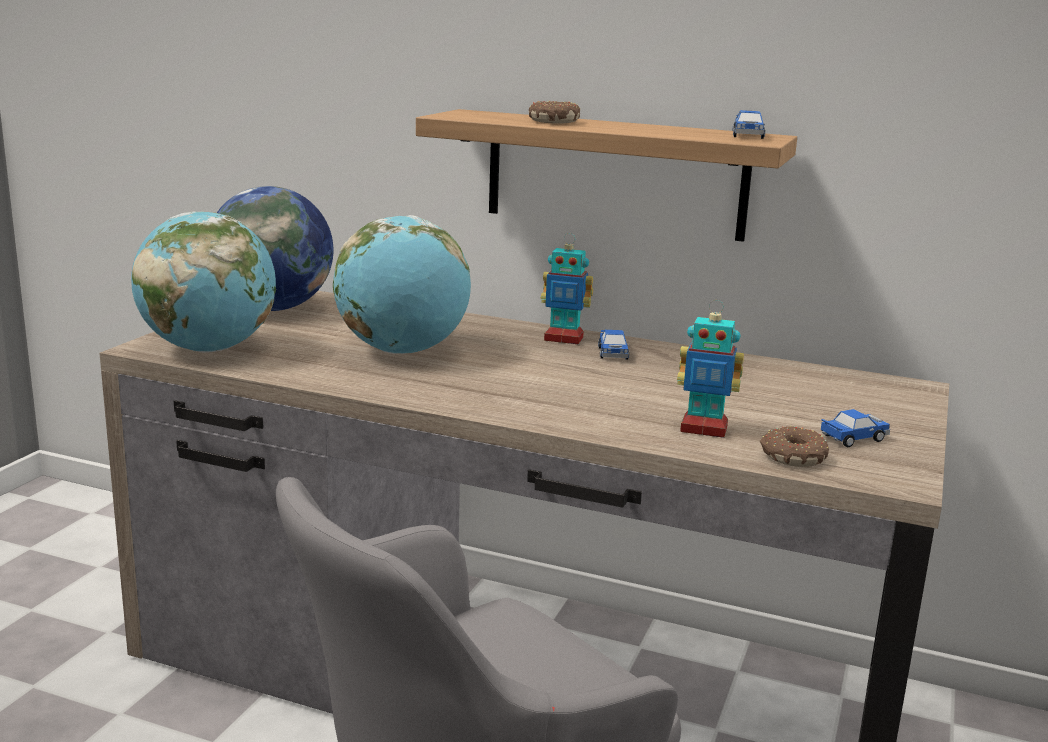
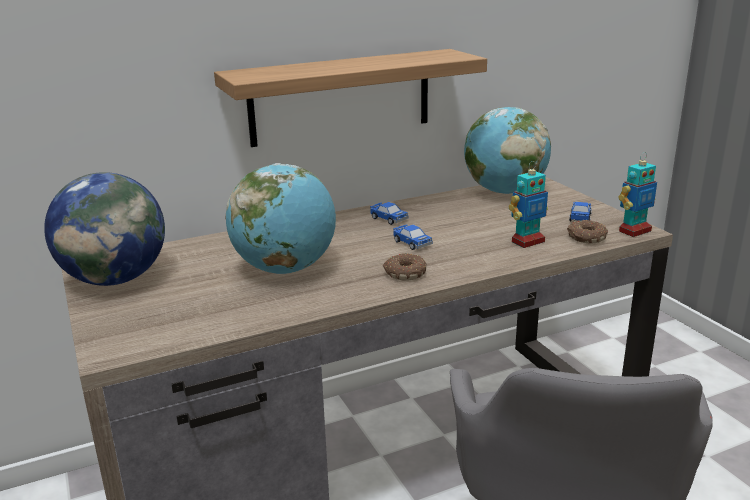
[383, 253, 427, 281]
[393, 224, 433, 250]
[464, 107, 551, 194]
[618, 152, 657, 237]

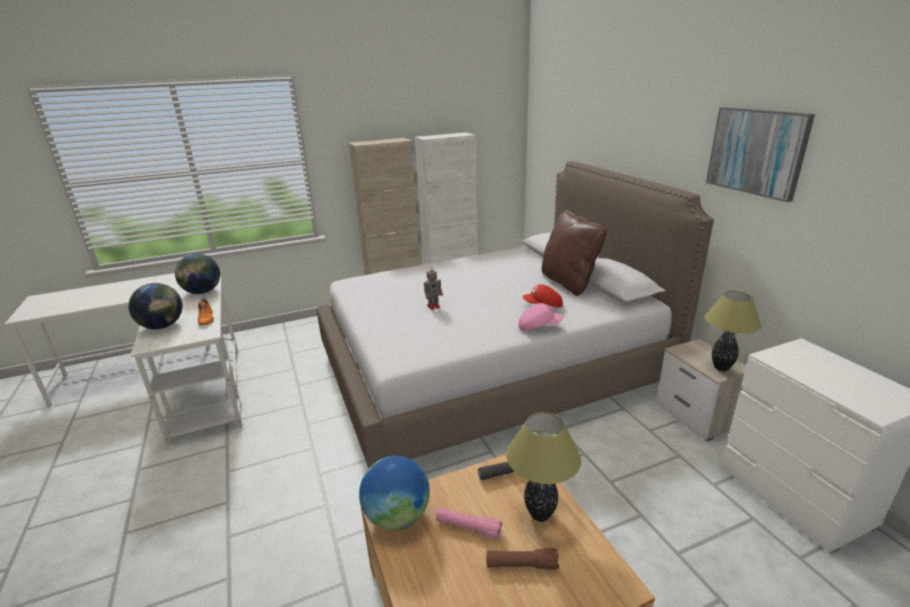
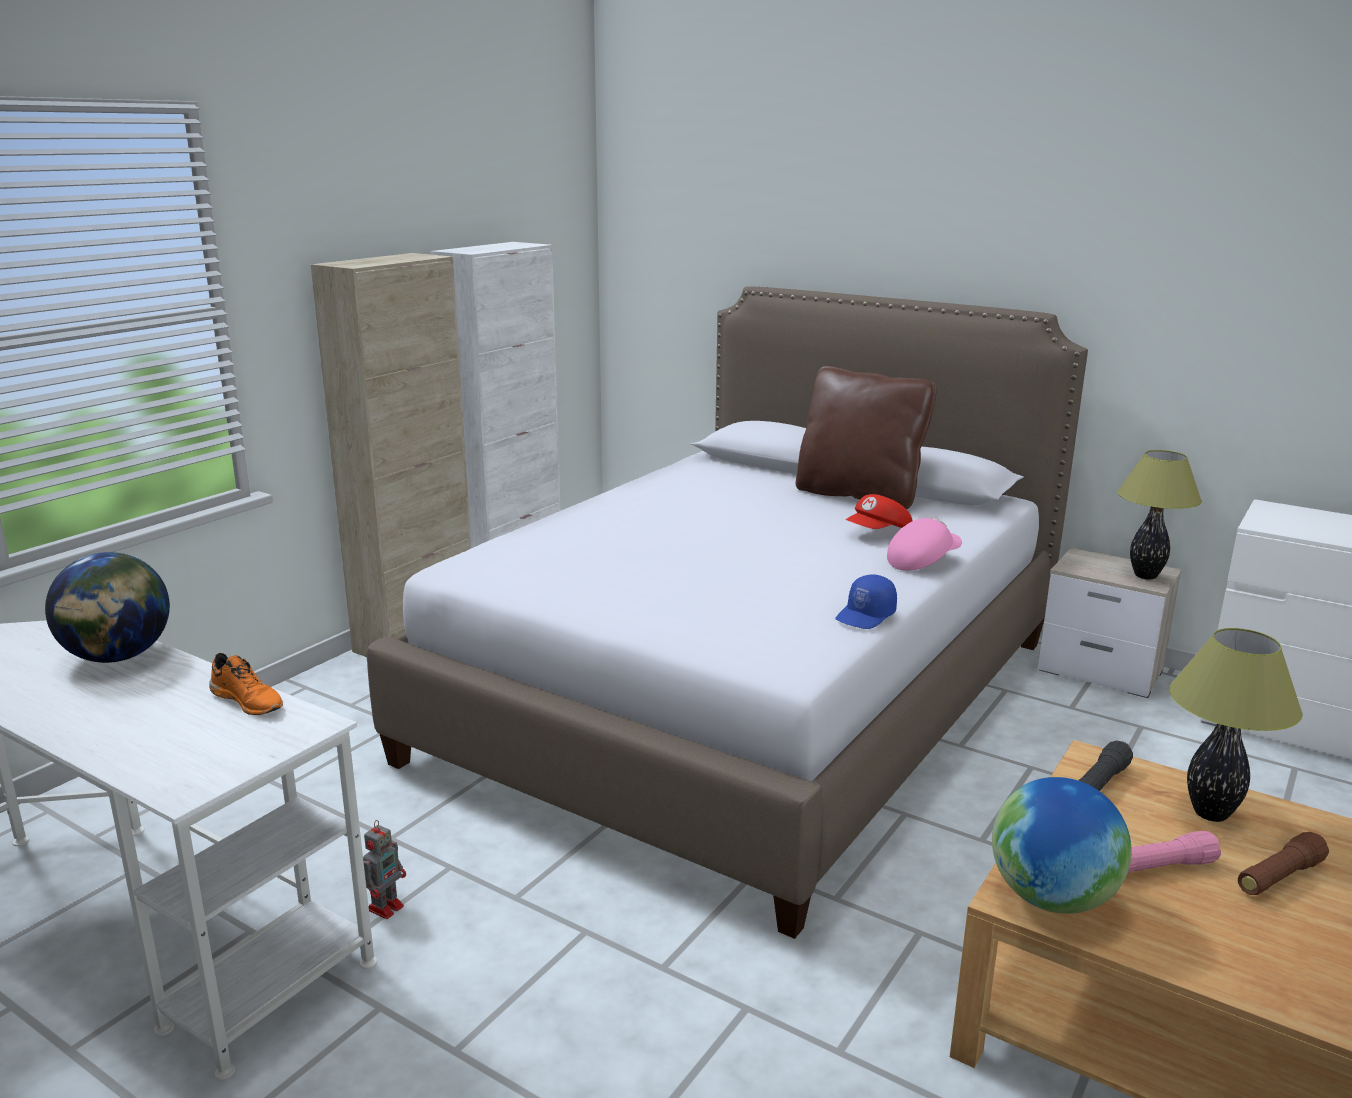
[706, 107, 815, 202] (first image)
[363, 820, 406, 919]
[129, 283, 182, 329] (first image)
[836, 574, 897, 629]

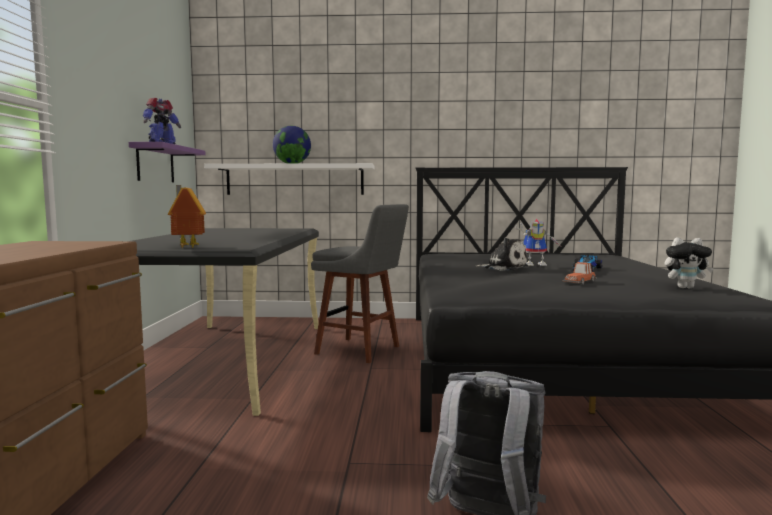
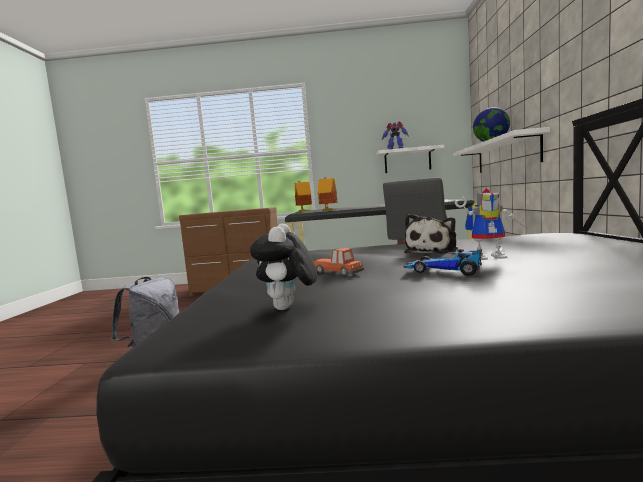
[376, 145, 444, 173]
[455, 188, 526, 260]
[318, 177, 337, 211]

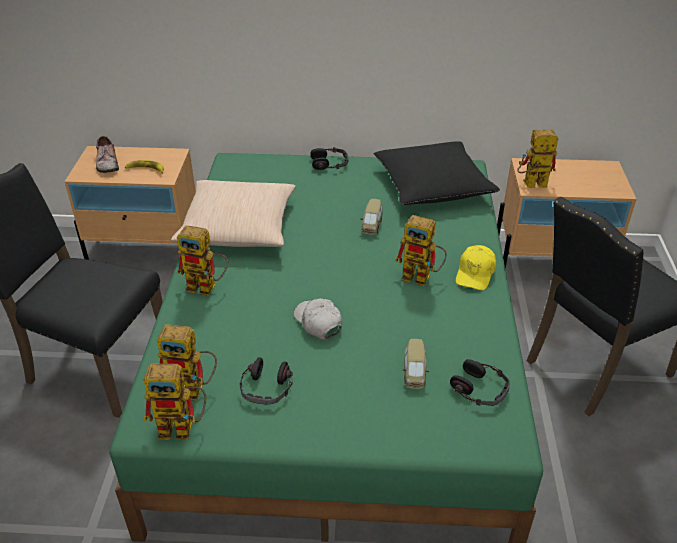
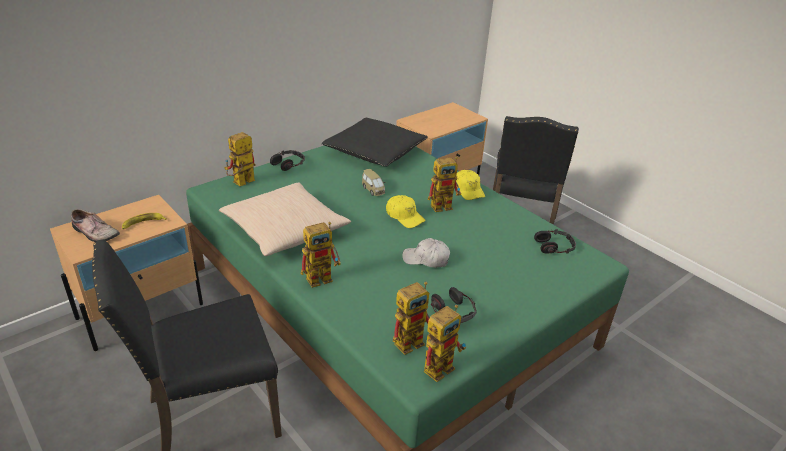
[224, 132, 256, 186]
[403, 339, 429, 389] (first image)
[386, 195, 426, 228]

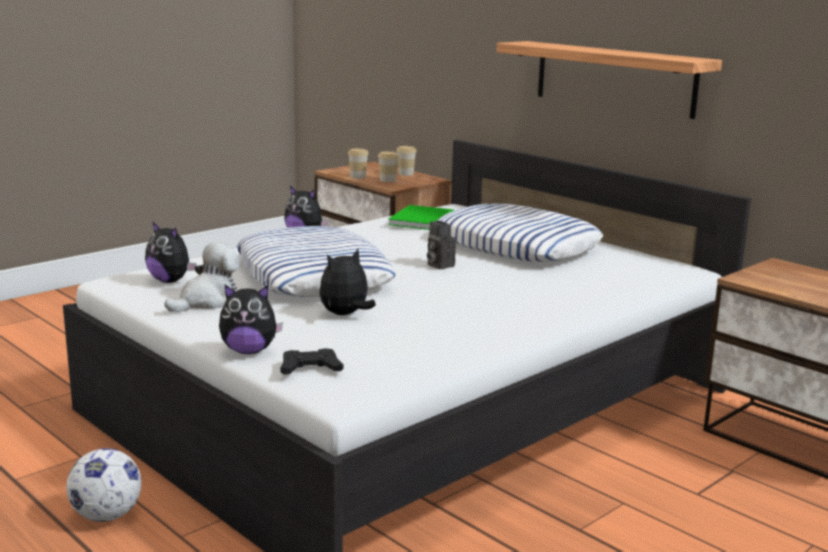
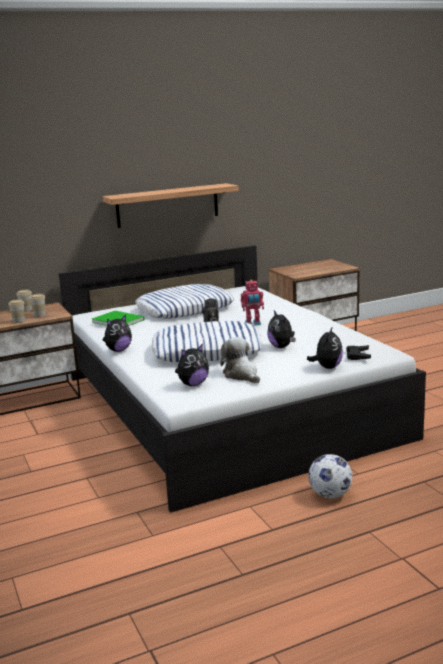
[240, 280, 264, 325]

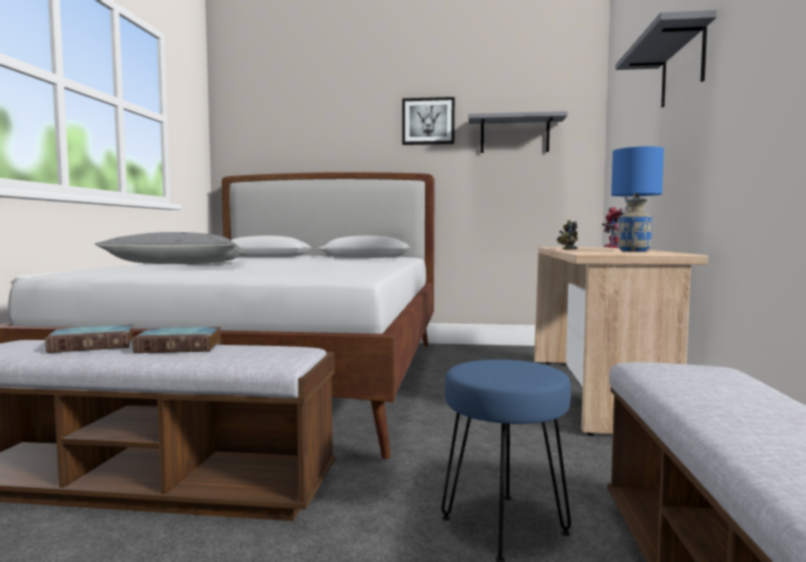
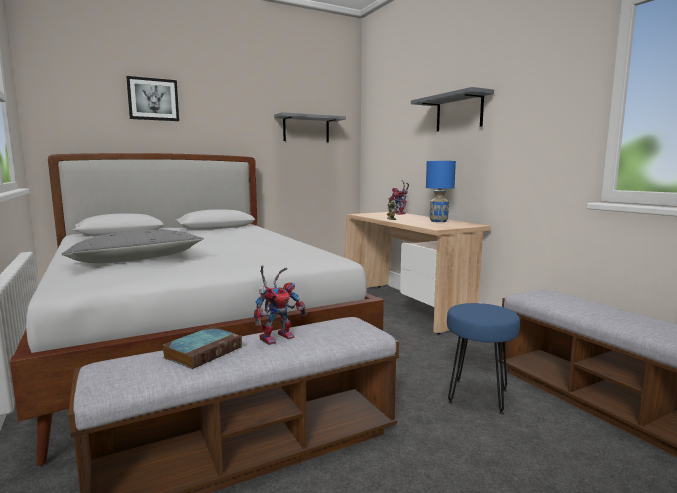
[126, 76, 179, 121]
[254, 265, 307, 345]

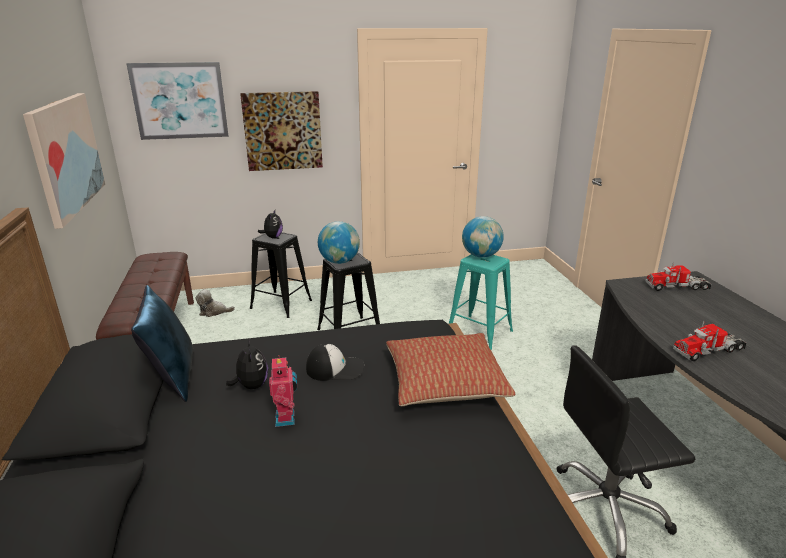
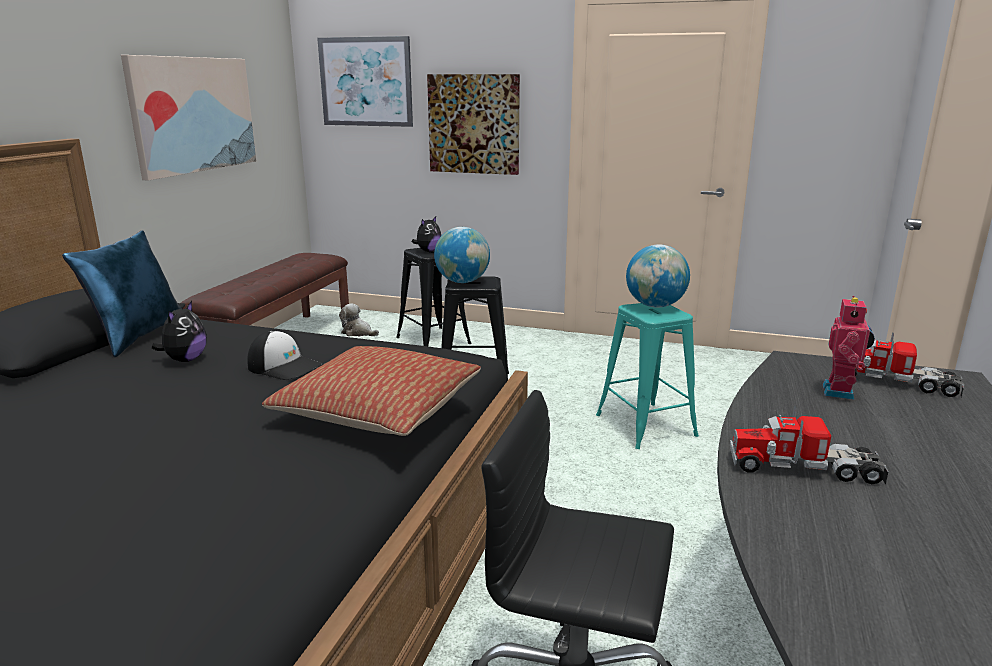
[823, 296, 875, 400]

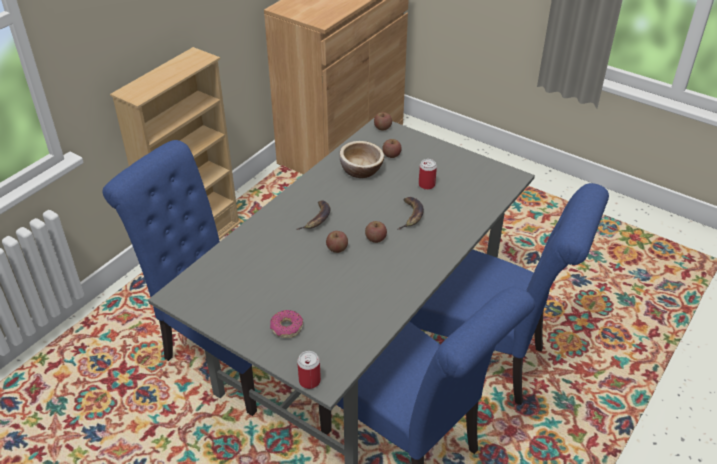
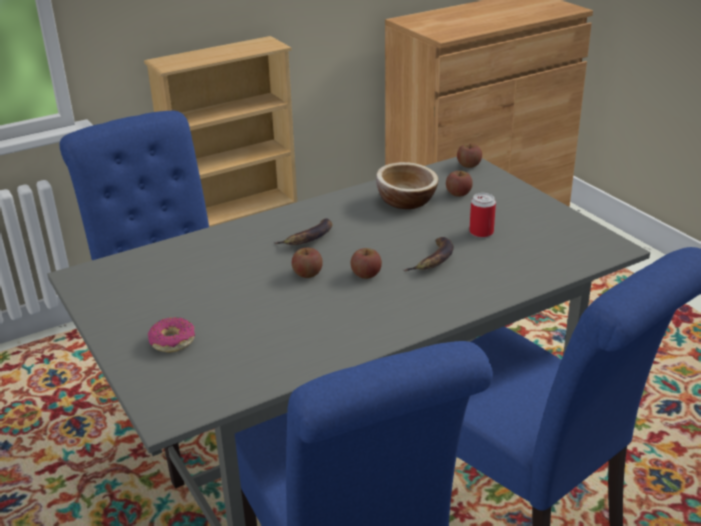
[297, 351, 321, 389] (first image)

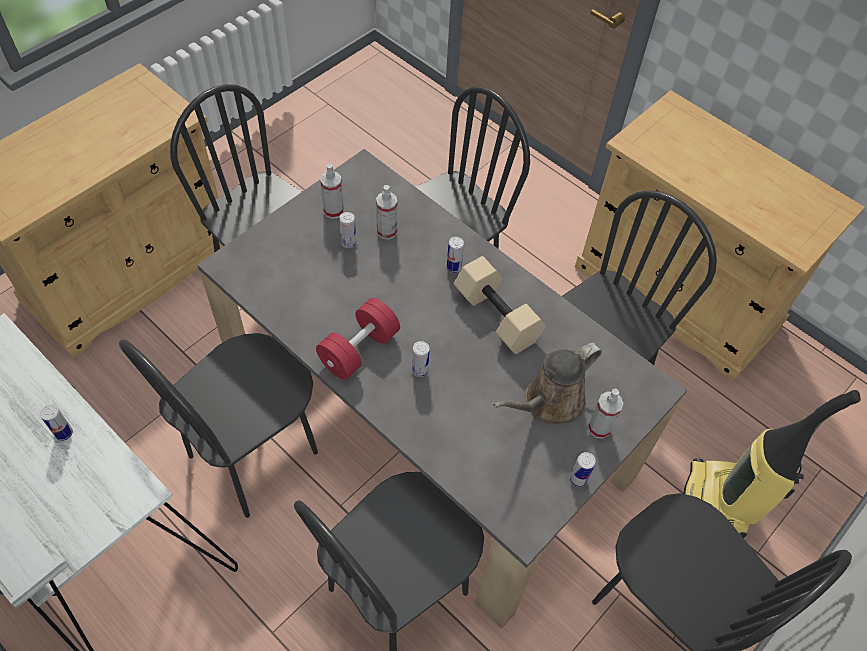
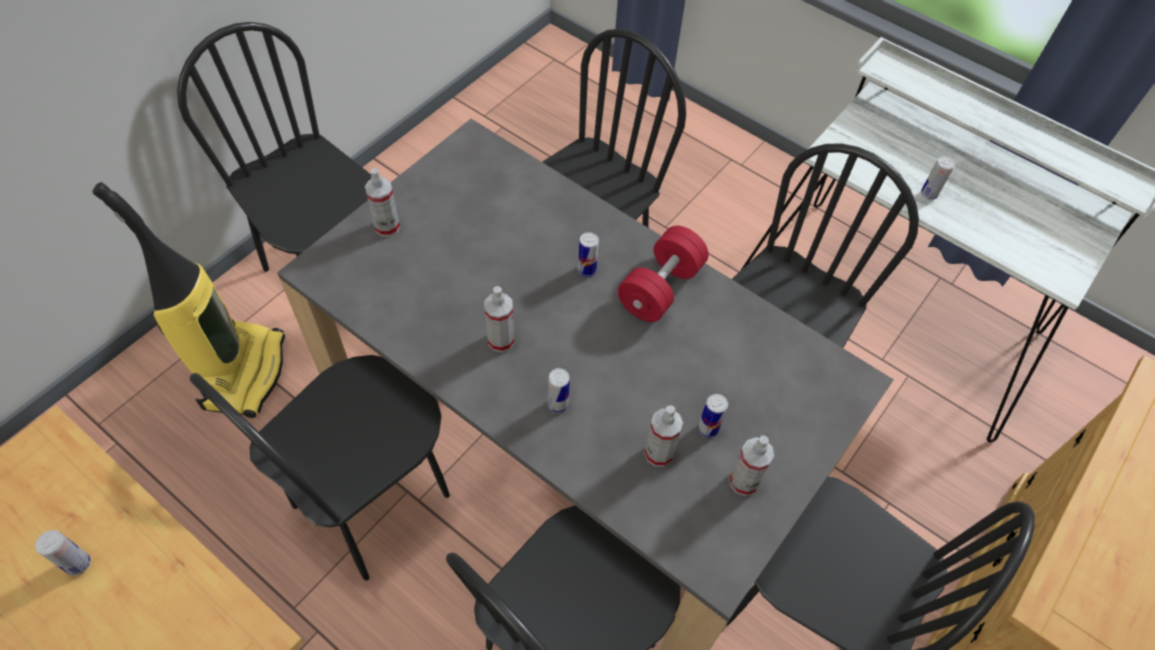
[484, 286, 514, 352]
[493, 343, 602, 424] (first image)
[35, 530, 91, 576]

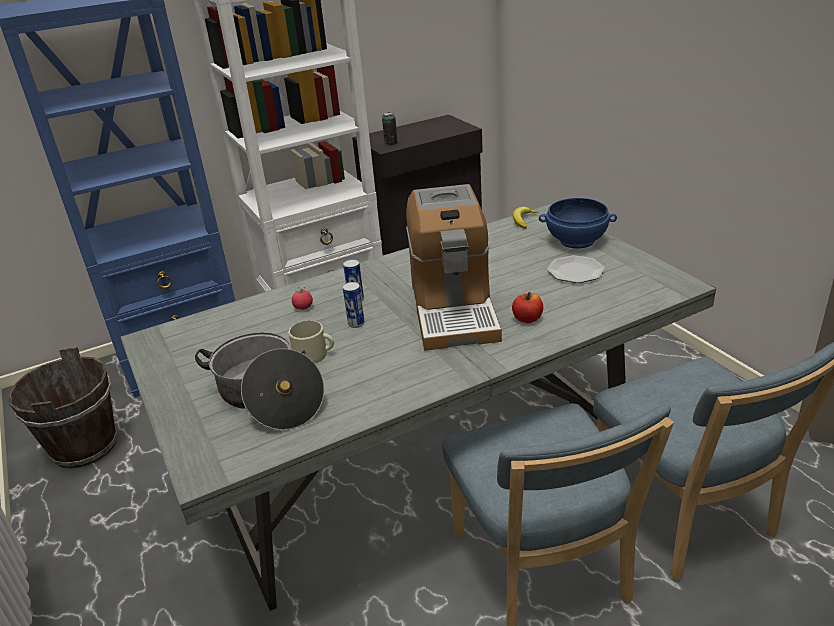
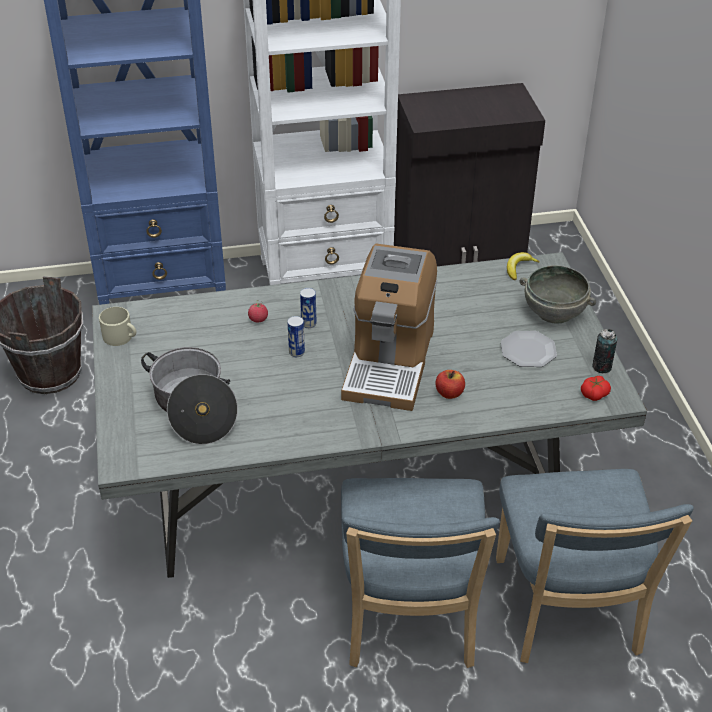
[592, 329, 617, 373]
[520, 265, 596, 323]
[99, 307, 136, 346]
[581, 376, 611, 401]

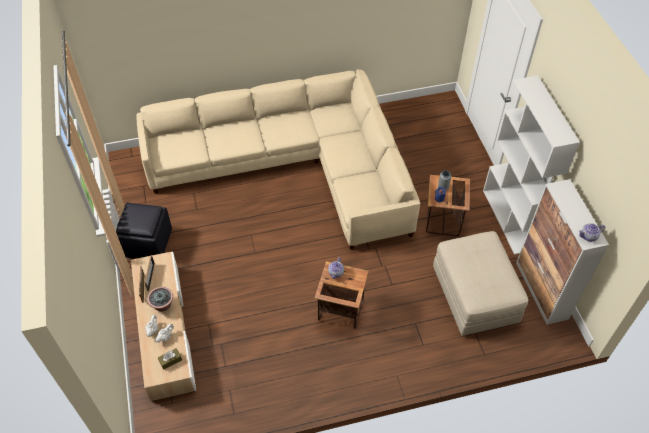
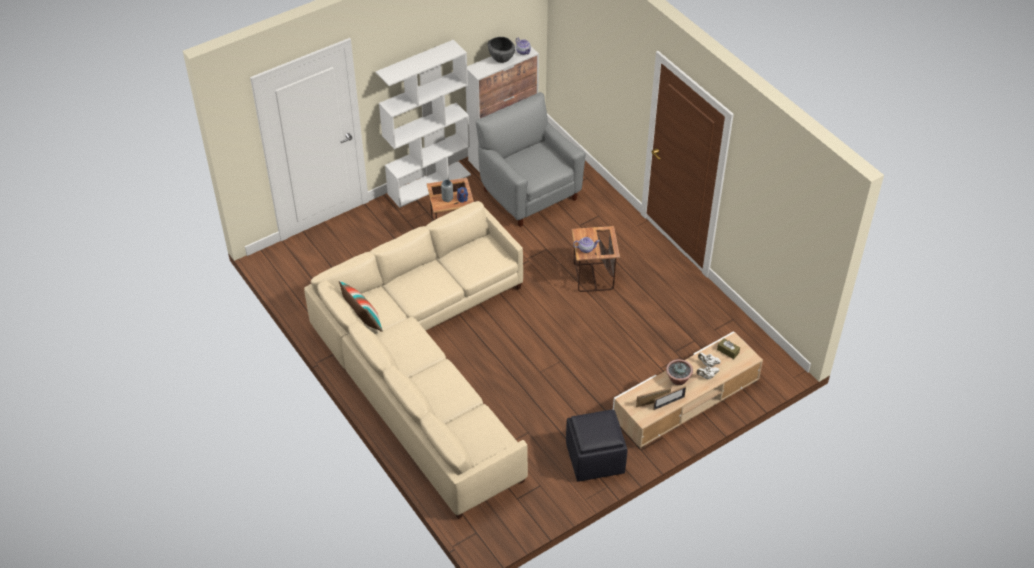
[476, 92, 586, 227]
[487, 37, 515, 63]
[339, 280, 383, 332]

